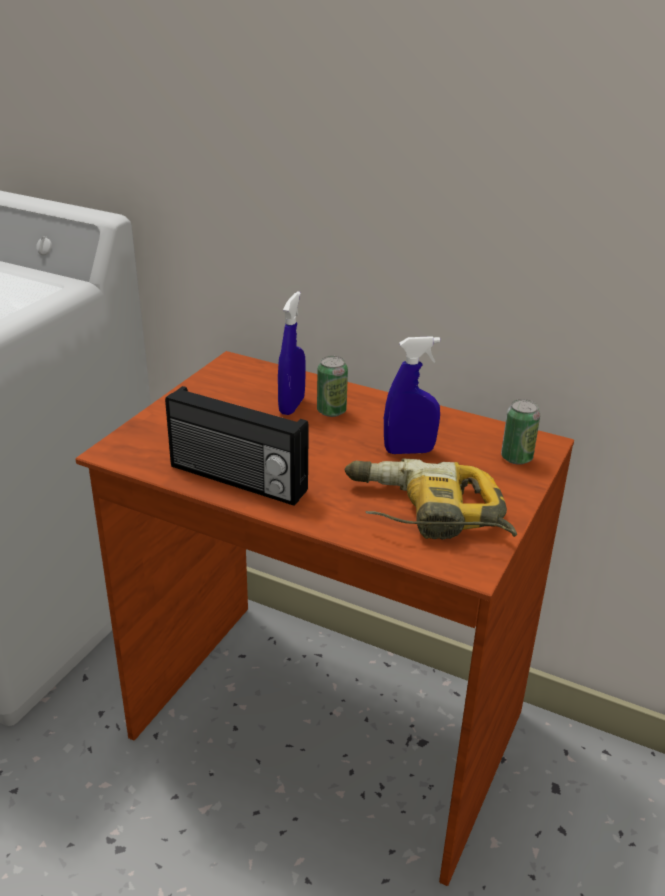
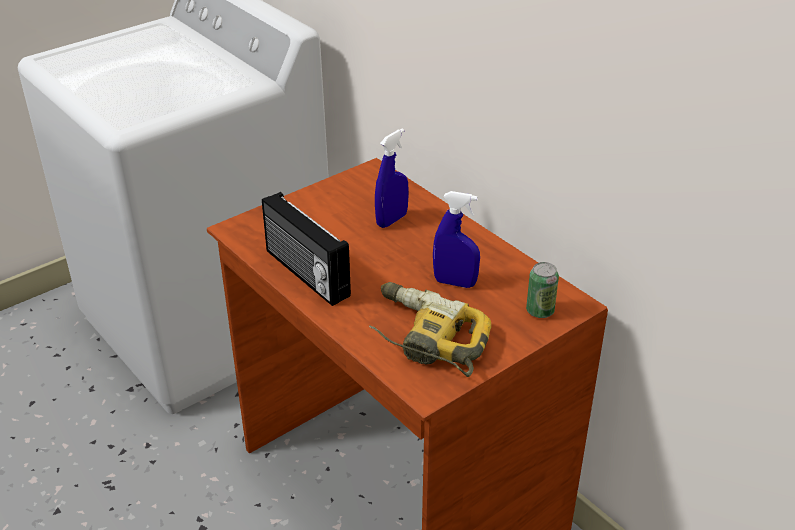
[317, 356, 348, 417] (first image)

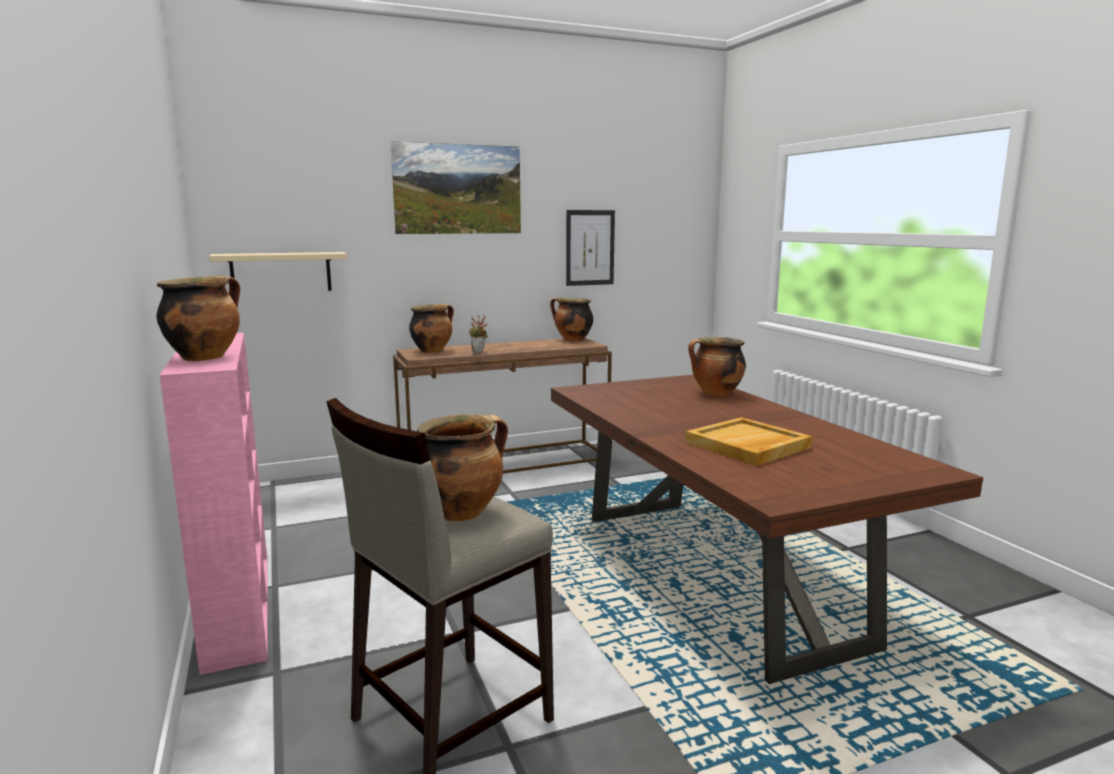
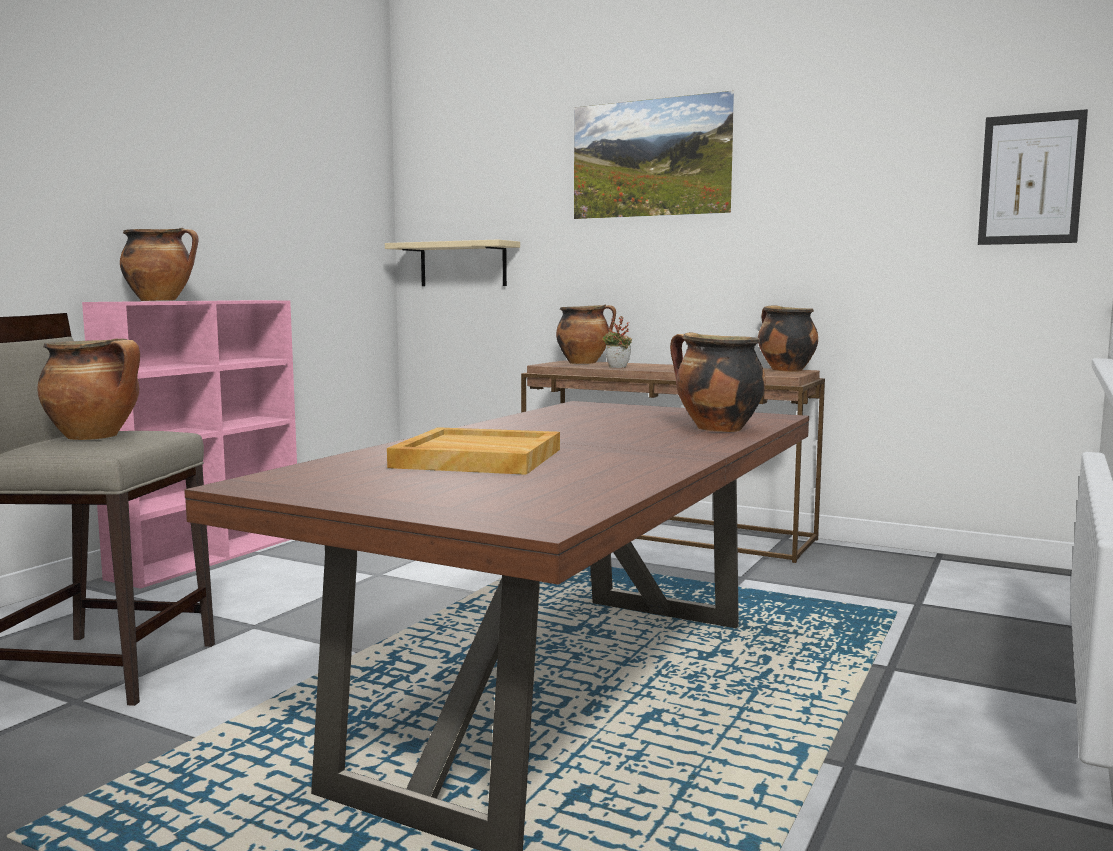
[978, 109, 1088, 245]

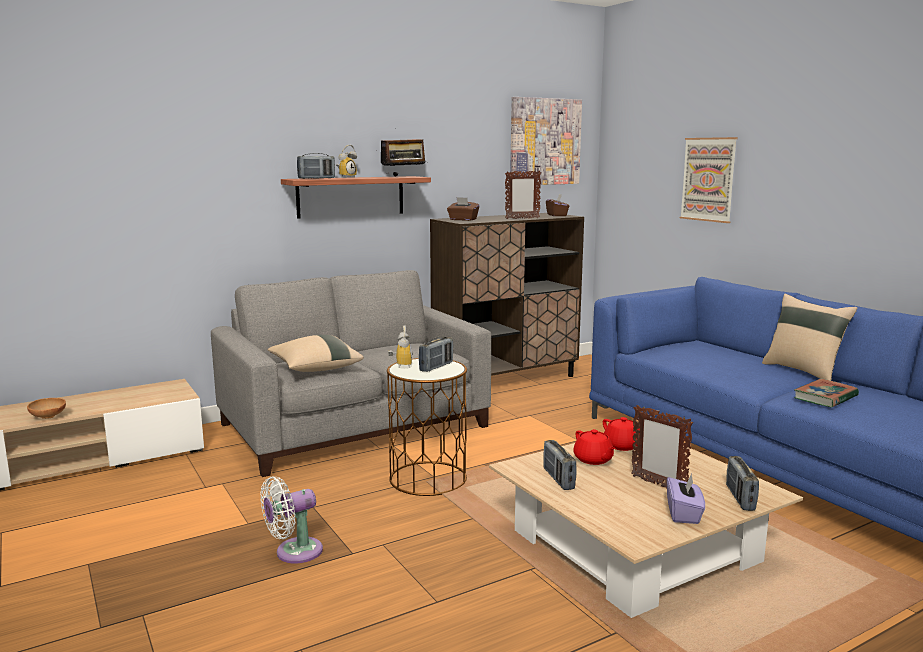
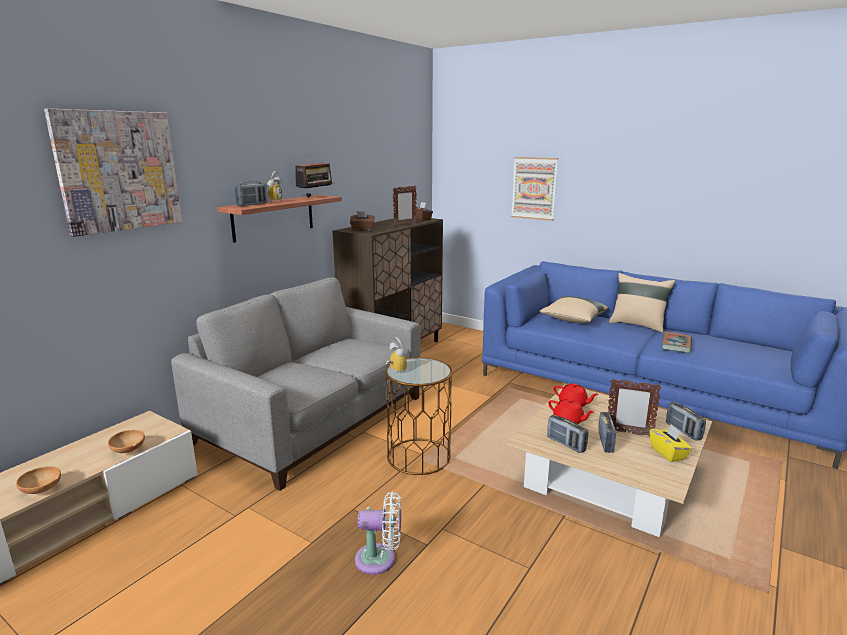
[44, 108, 182, 237]
[539, 296, 608, 323]
[598, 412, 616, 453]
[650, 424, 692, 462]
[355, 491, 401, 575]
[108, 430, 145, 453]

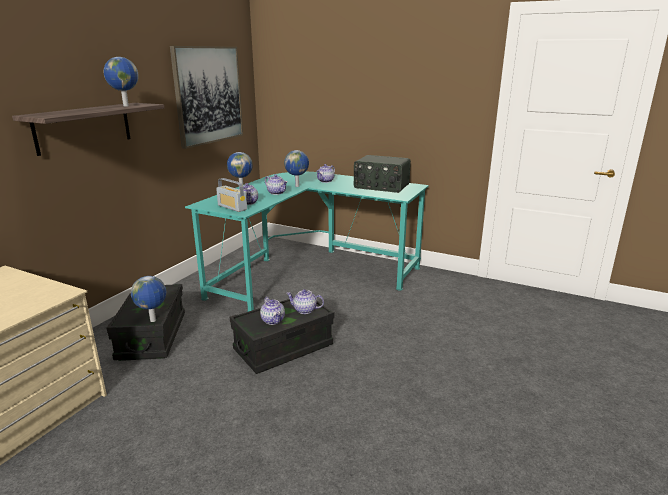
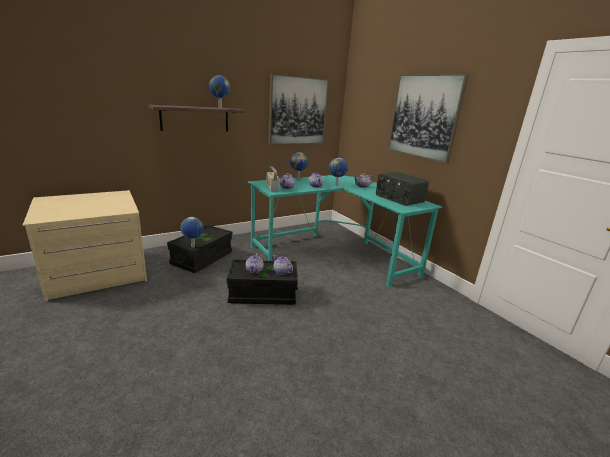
[388, 74, 469, 164]

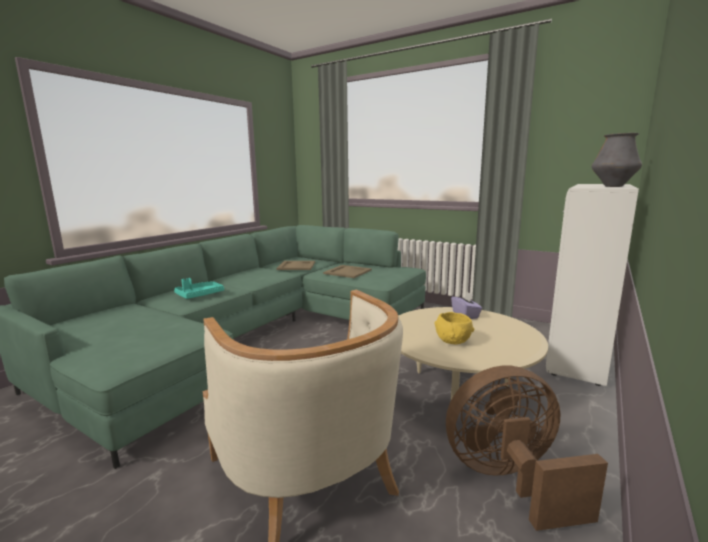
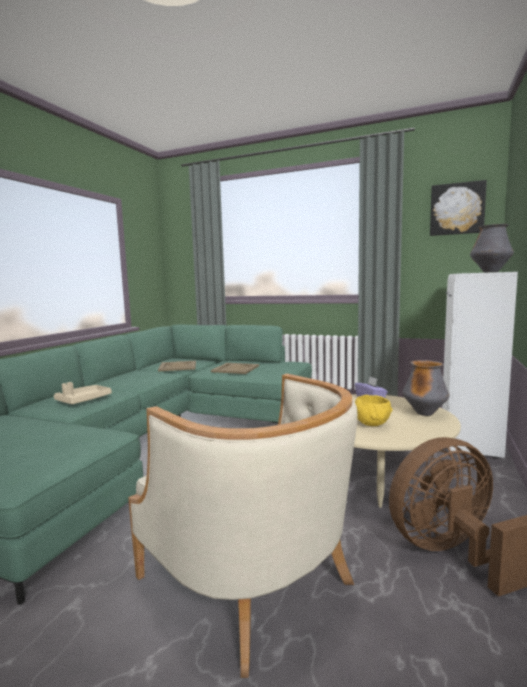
[54, 382, 112, 404]
[430, 180, 487, 236]
[402, 360, 450, 416]

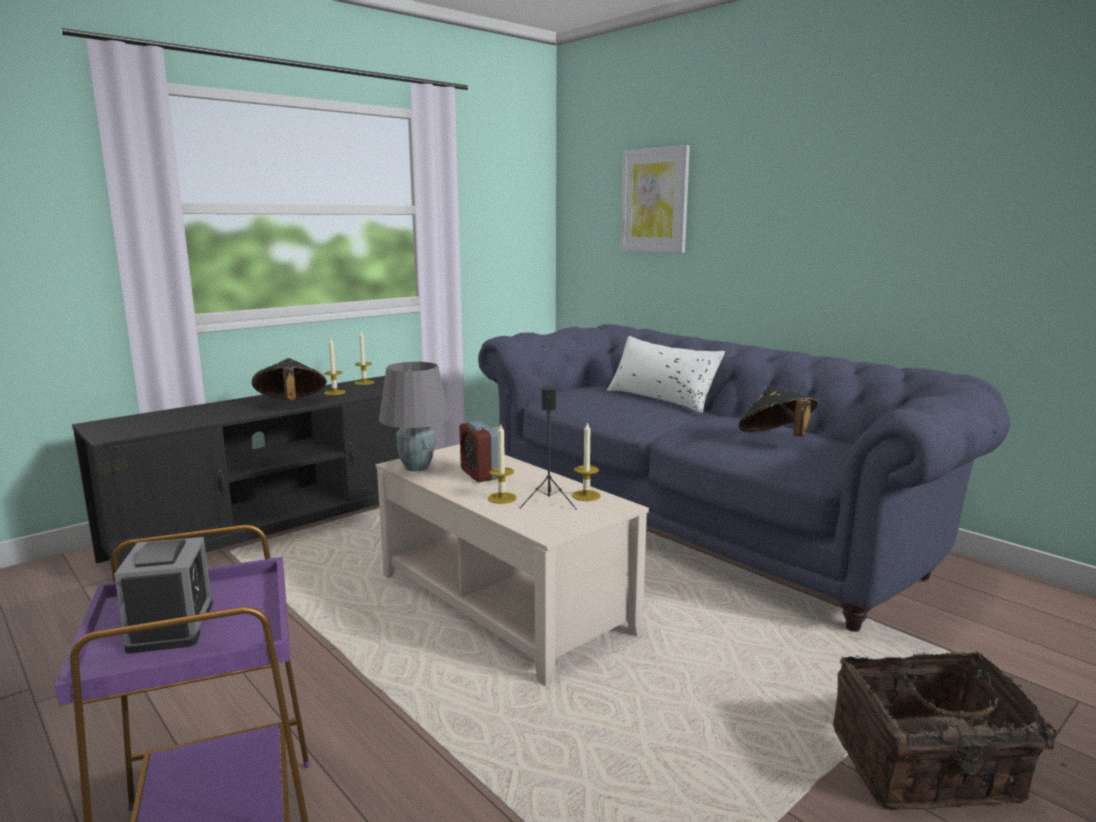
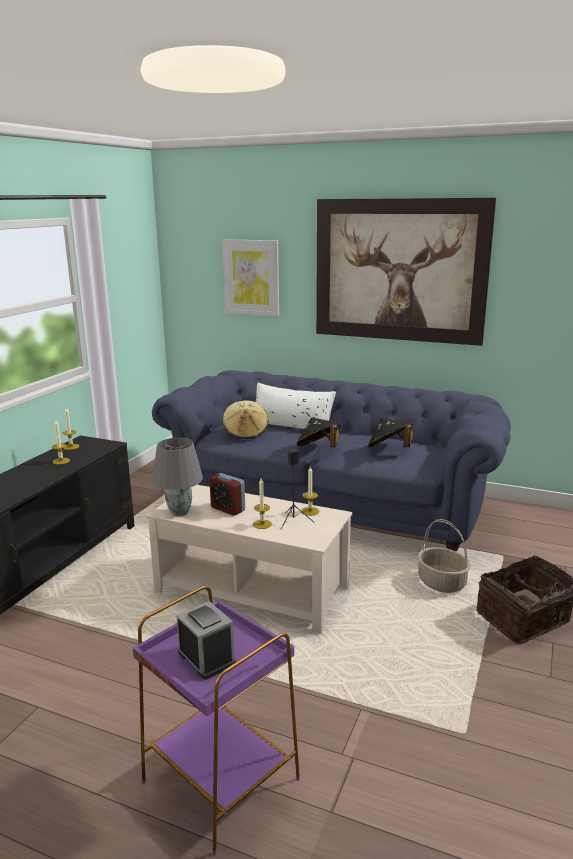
[297, 417, 341, 447]
[316, 198, 496, 346]
[222, 400, 268, 439]
[417, 519, 471, 593]

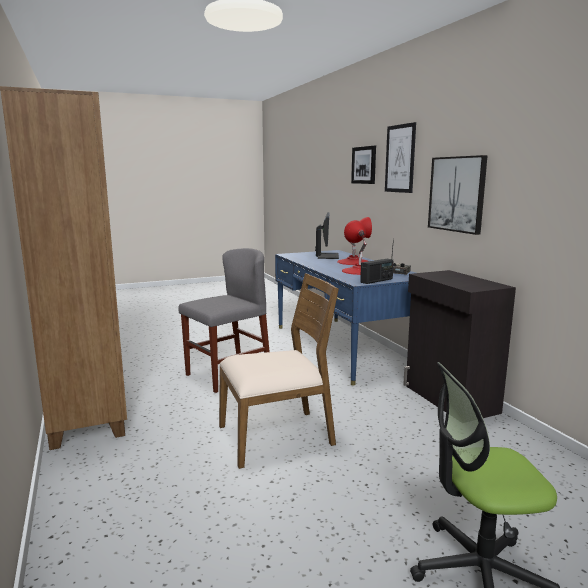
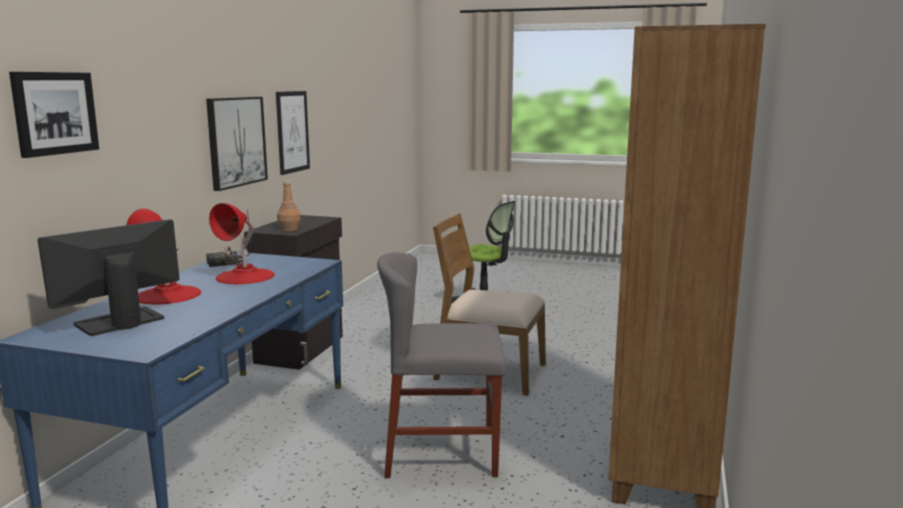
[276, 91, 310, 175]
[360, 259, 394, 284] (first image)
[277, 181, 301, 231]

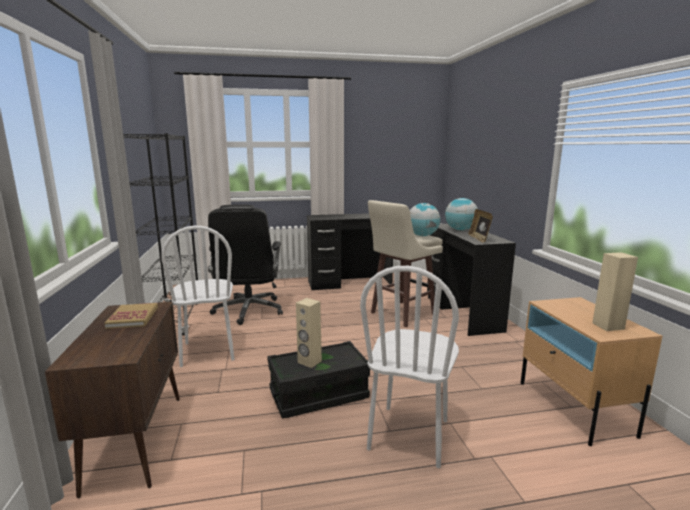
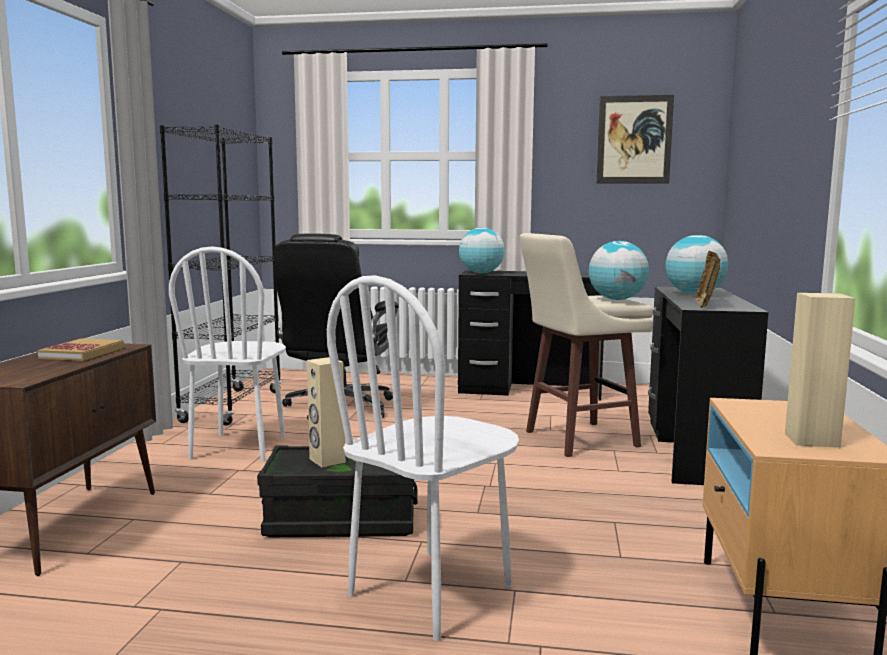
[597, 95, 674, 183]
[459, 227, 505, 273]

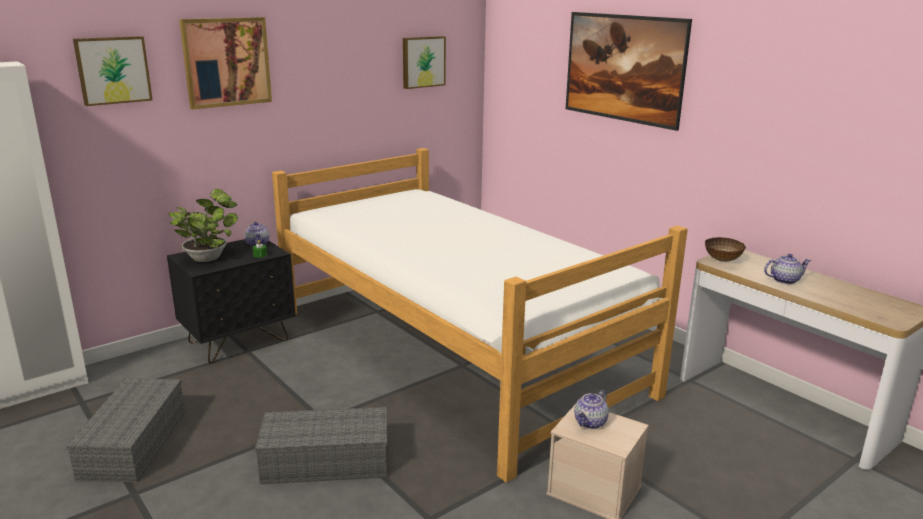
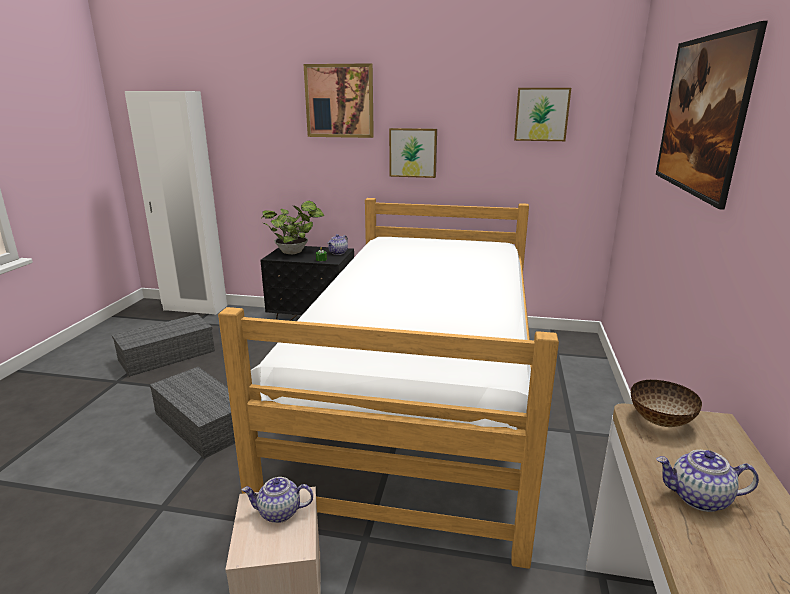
[389, 128, 437, 178]
[656, 450, 759, 512]

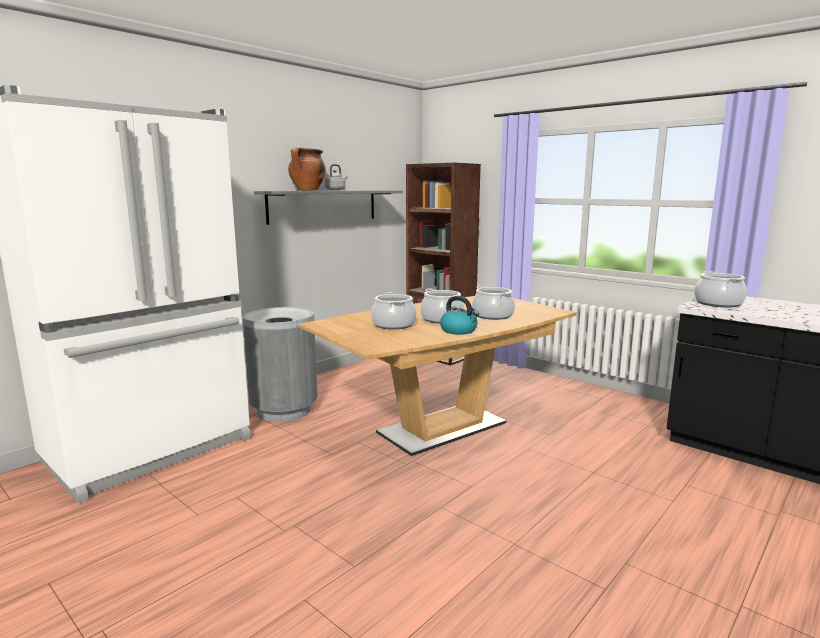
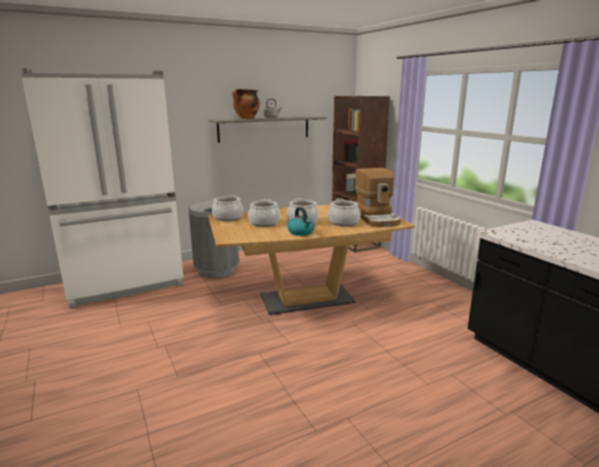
[212, 195, 243, 221]
[355, 168, 401, 227]

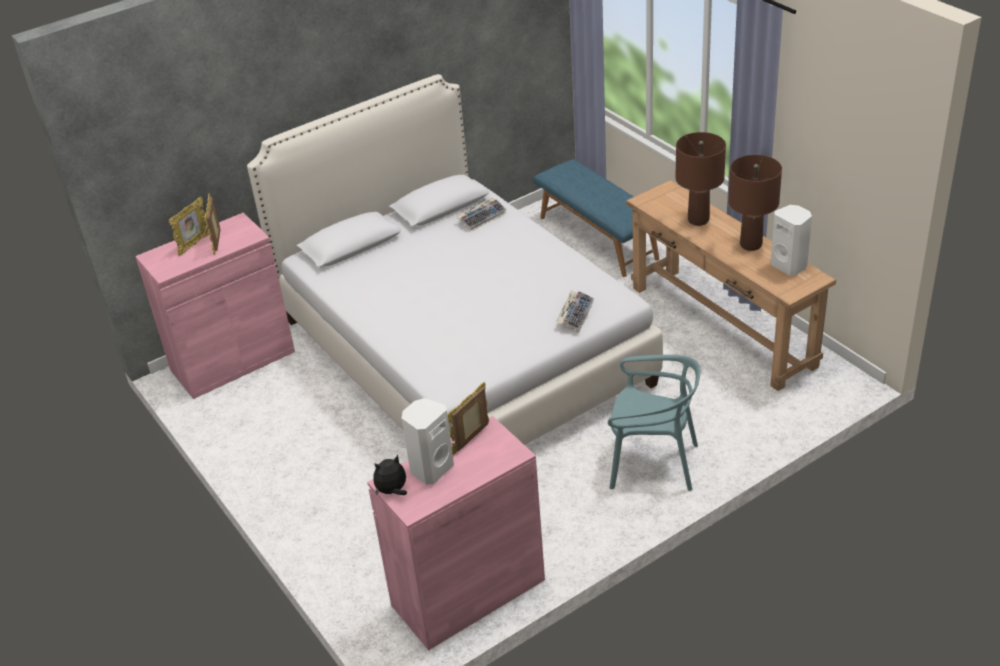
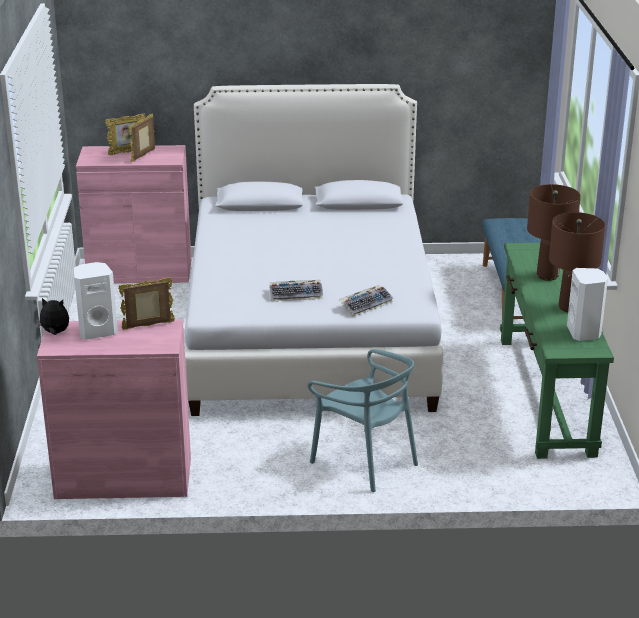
[500, 243, 614, 459]
[269, 280, 323, 301]

